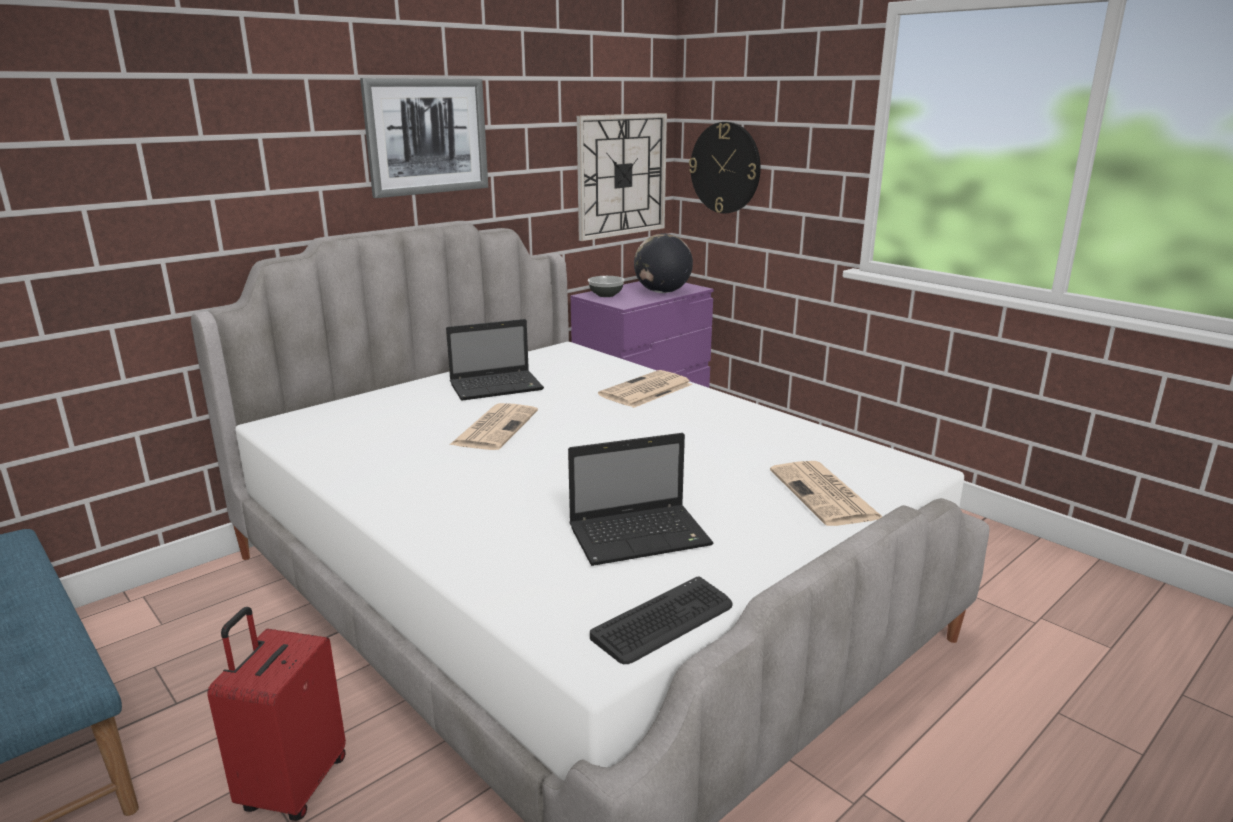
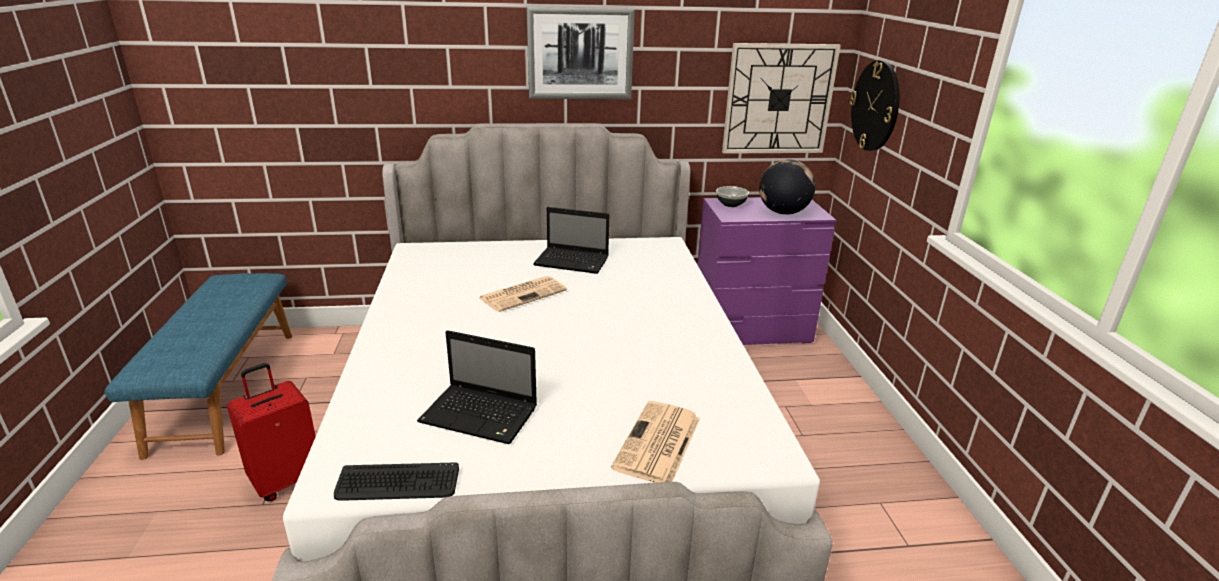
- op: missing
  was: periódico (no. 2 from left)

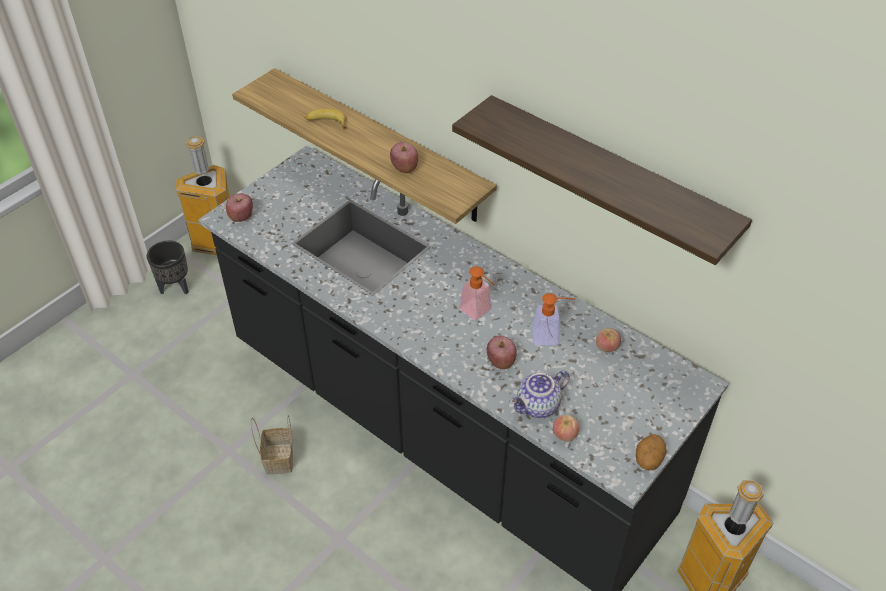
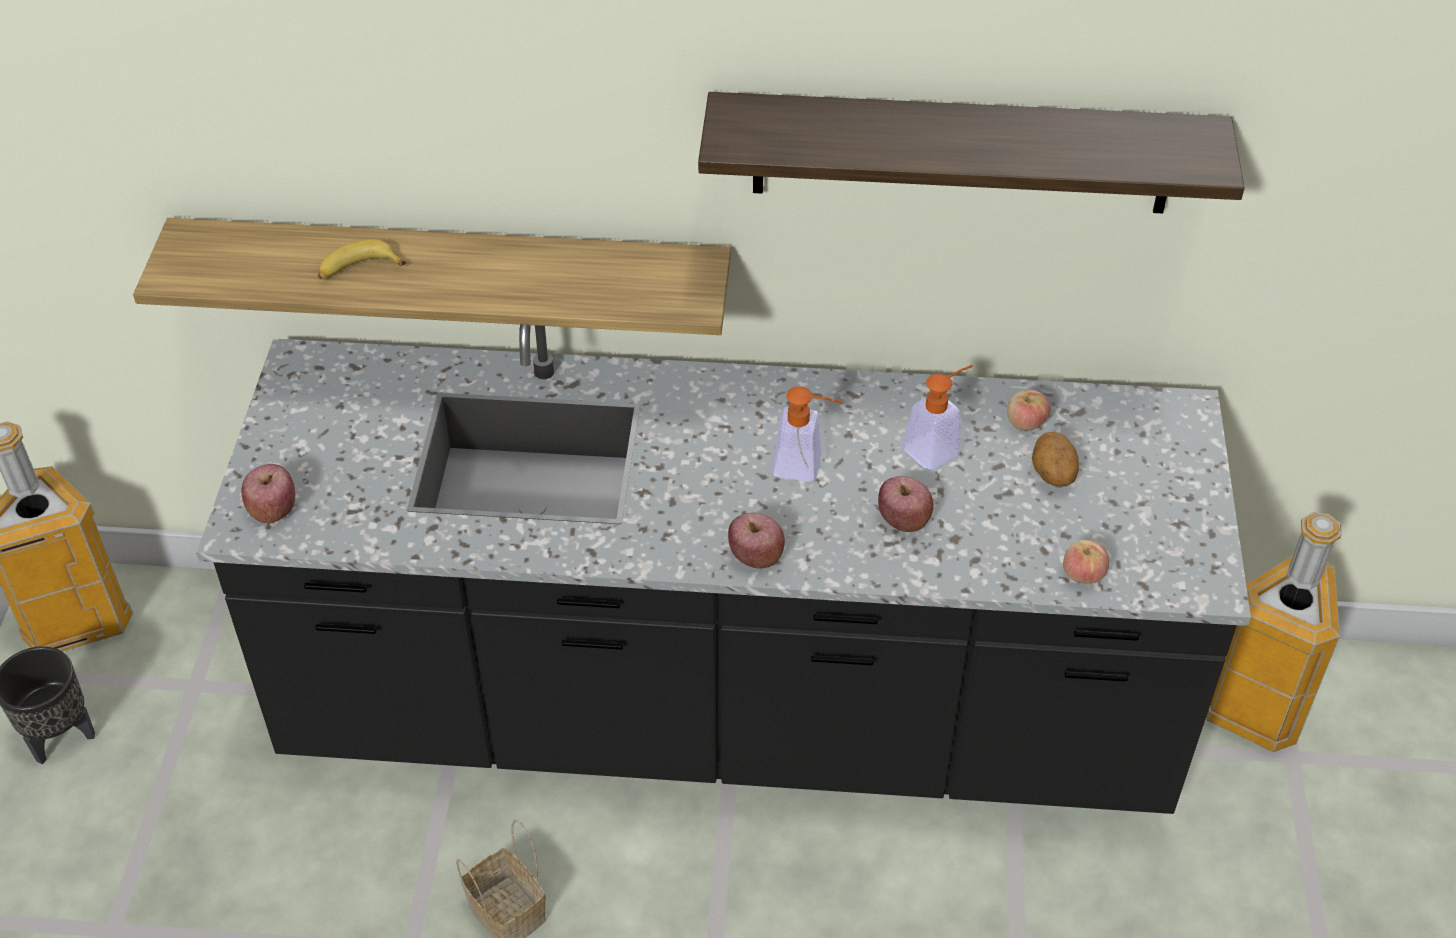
- op: relocated
  was: manzana (no. 2 from left)
- op: missing
  was: tetera
- op: relocated
  was: patata

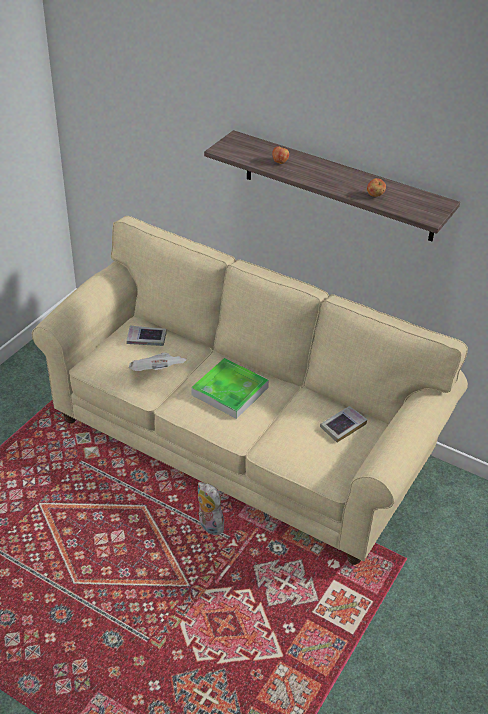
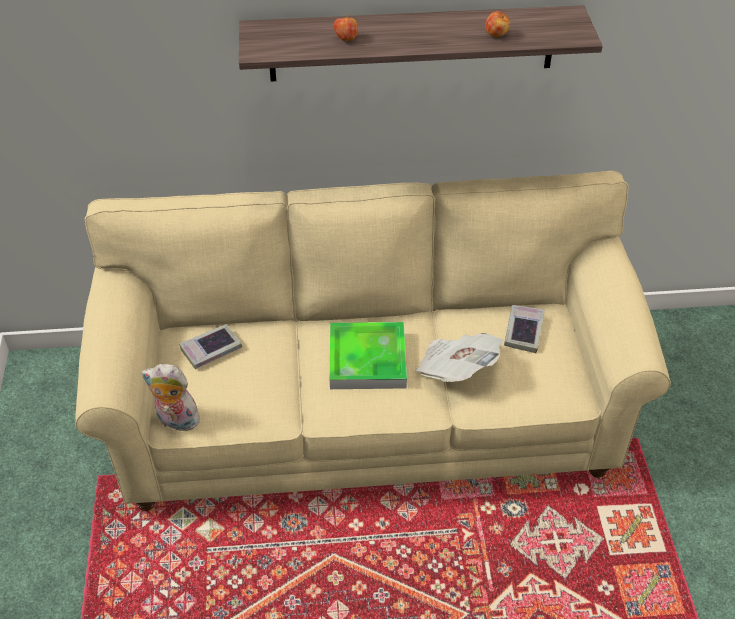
- op: relocated
  was: periódico
- op: relocated
  was: peluche

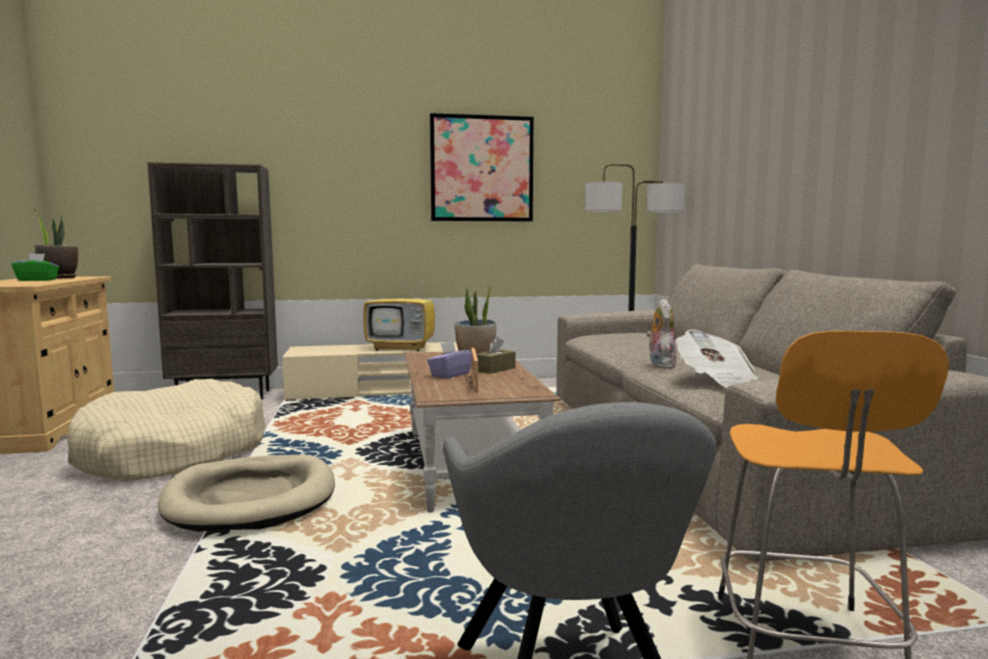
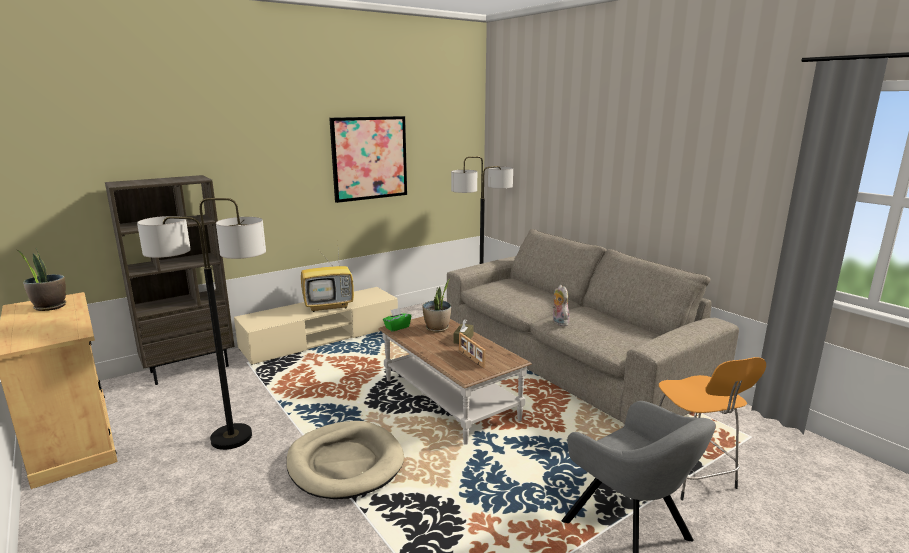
- op: relocated
  was: caja de pañuelos (verde)
- op: exchanged
  was: cama para perro (beis) (no. 1 from left)
  now: lámpara de pie (no. 1 from left)
- op: missing
  was: caja de pañuelos (morado)
- op: missing
  was: periódico

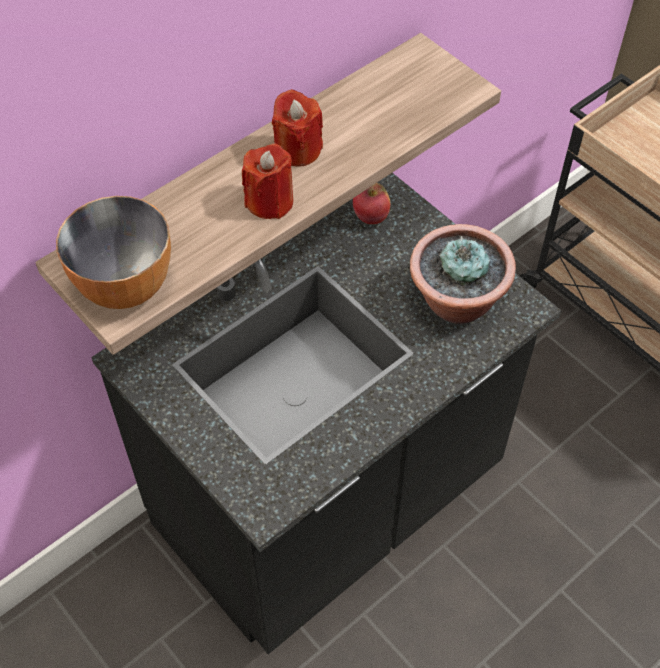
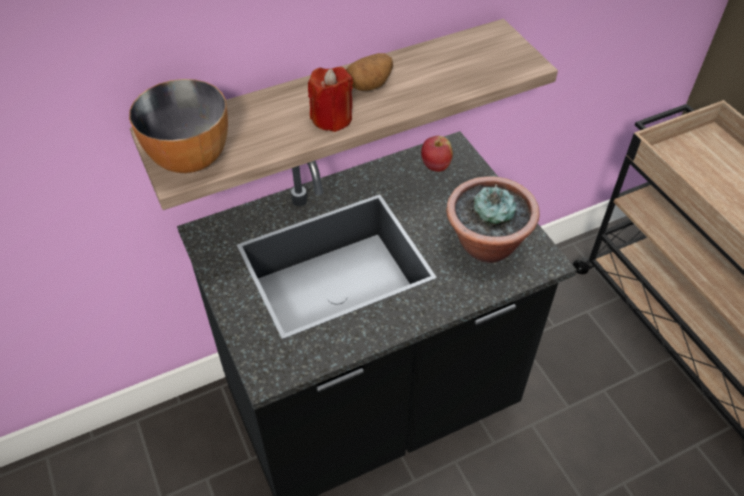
- op: exchanged
  was: vela (rojo) (no. 2 from left)
  now: patata

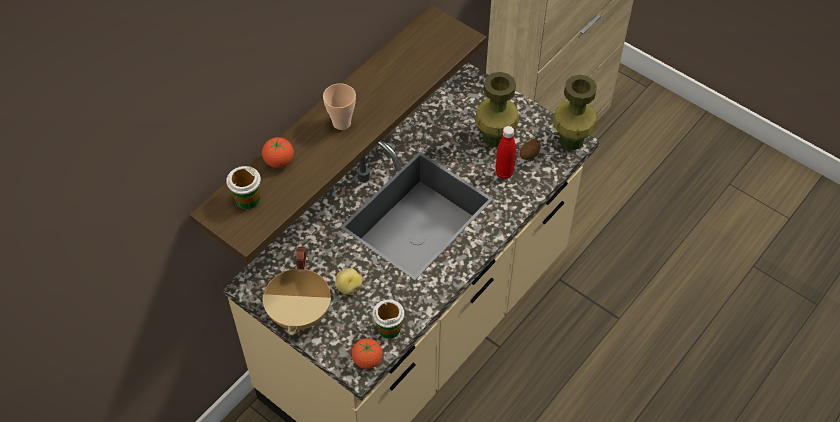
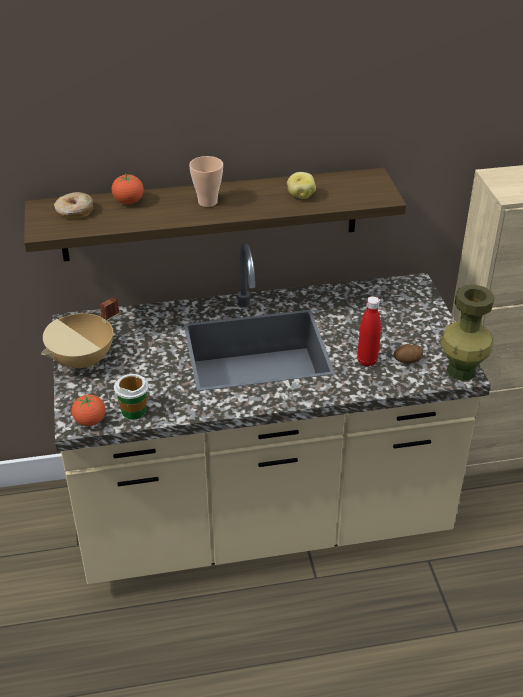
- op: exchanged
  was: taza (no. 1 from left)
  now: rosquilla
- op: relocated
  was: patata (no. 1 from left)
- op: missing
  was: florero (verde) (no. 1 from left)

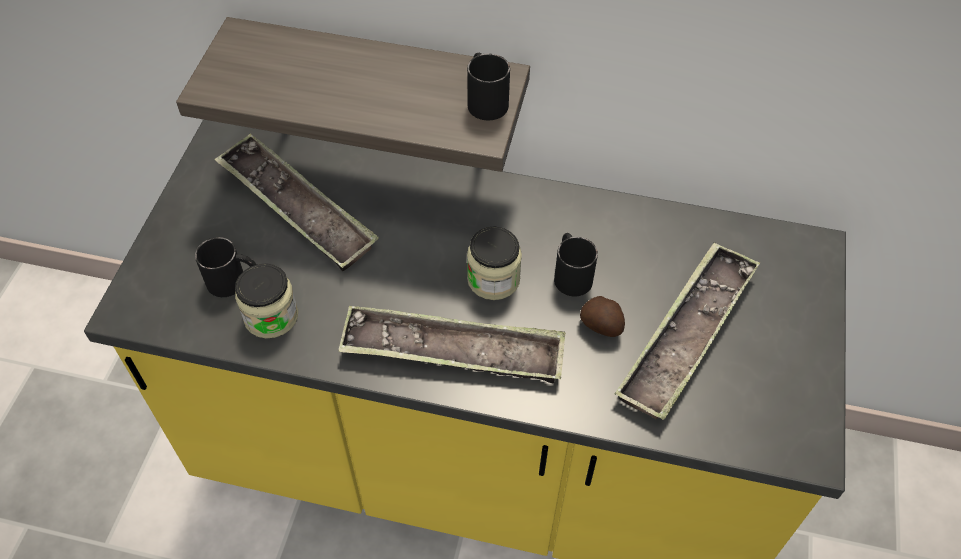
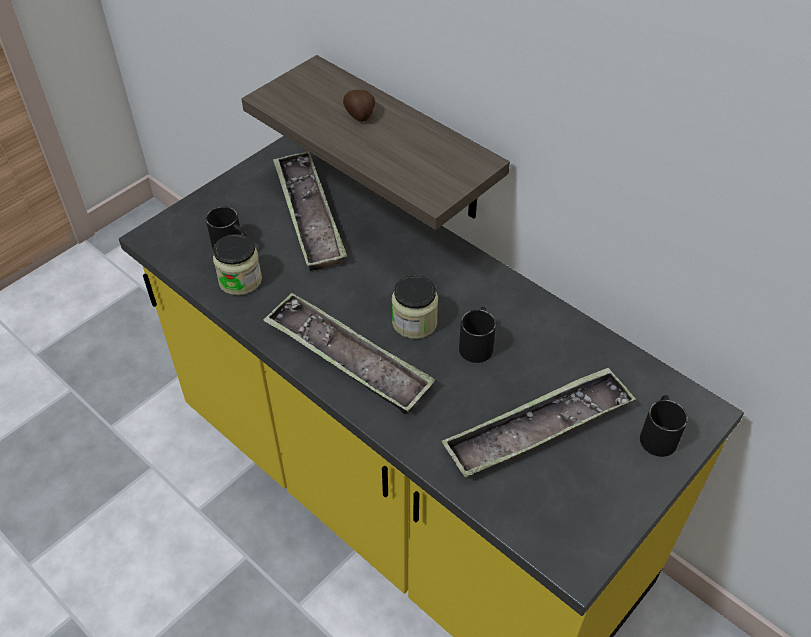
- op: relocated
  was: taza grande (negro) (no. 2 from left in the first image)
  now: taza grande (negro) (no. 3 from left)
- op: relocated
  was: patata

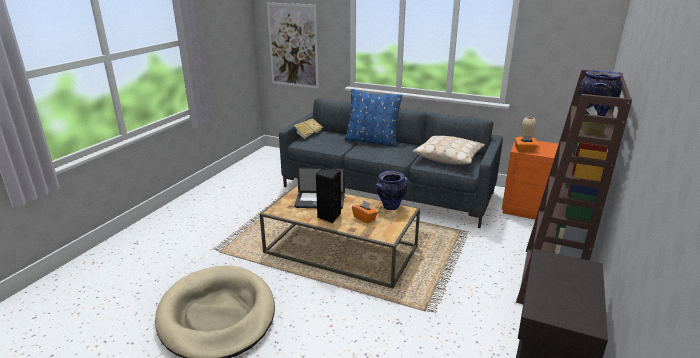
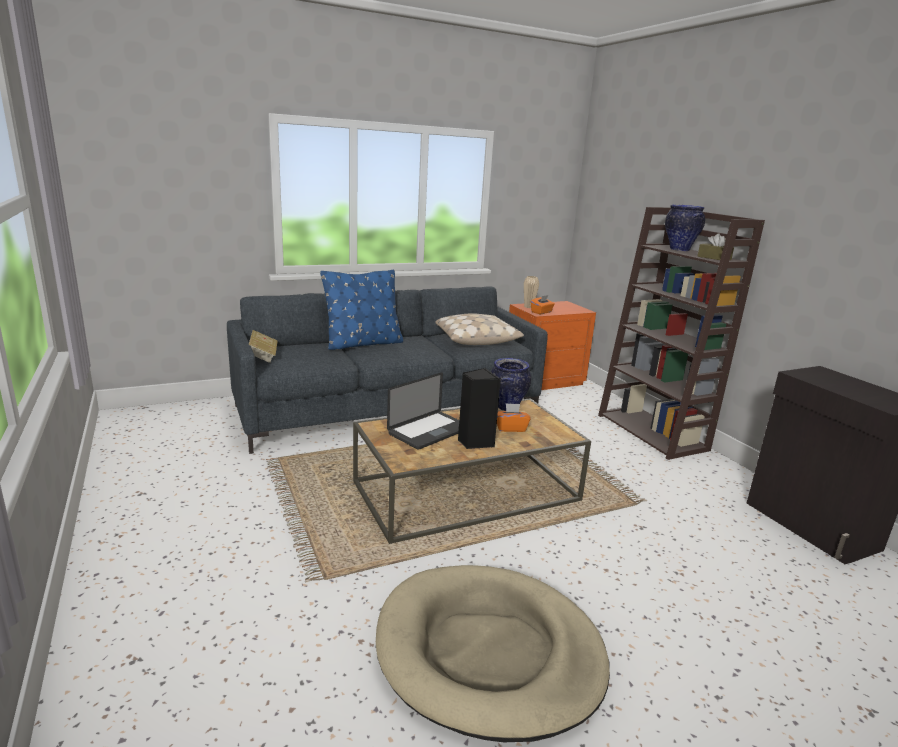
- op: missing
  was: cuadro

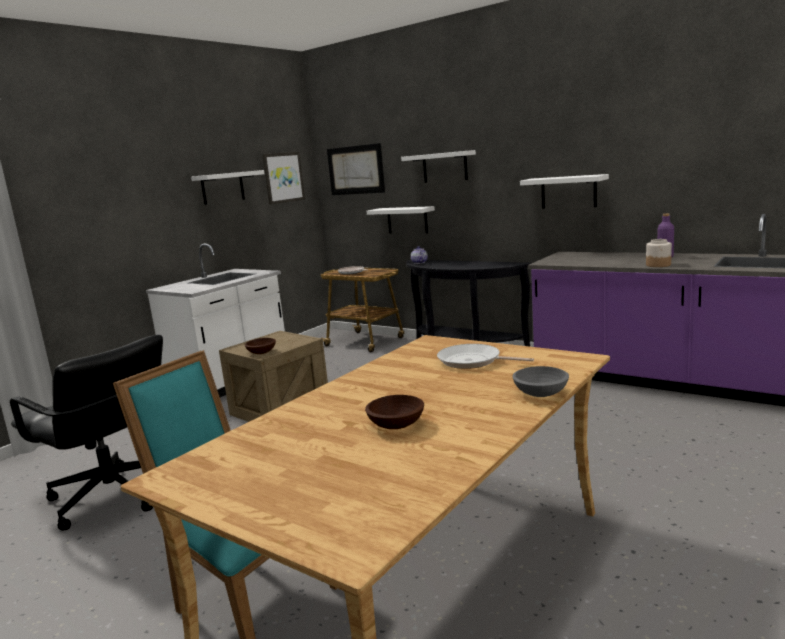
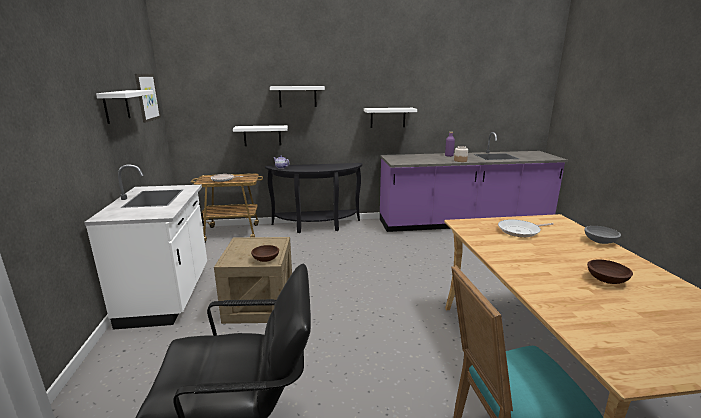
- op: missing
  was: cuadro (no. 2 from left)

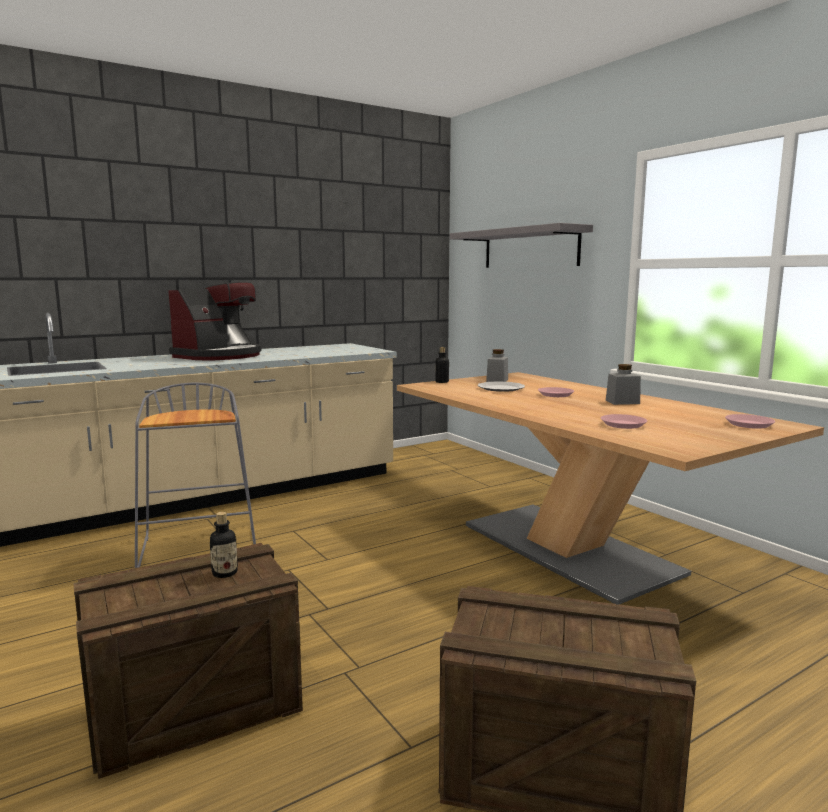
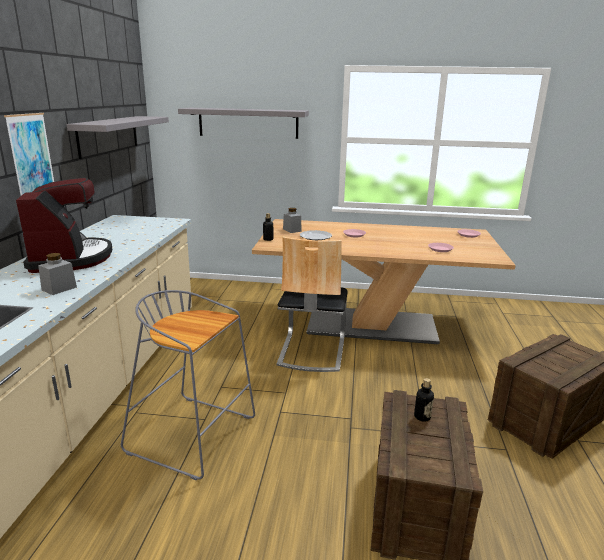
- op: relocated
  was: tarro (gris) (no. 2 from left in the first image)
  now: tarro (gris) (no. 1 from left)
- op: appeared
  now: cuadro
- op: appeared
  now: estante (gris) (no. 1 from left)
- op: appeared
  now: silla

